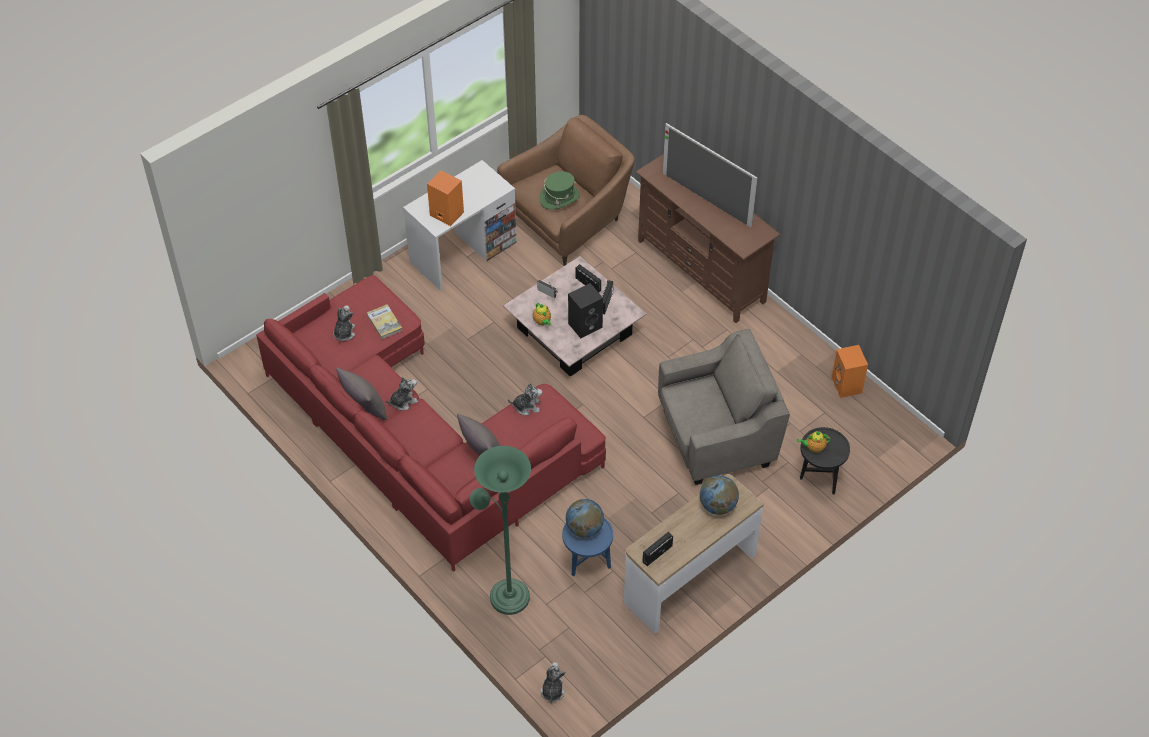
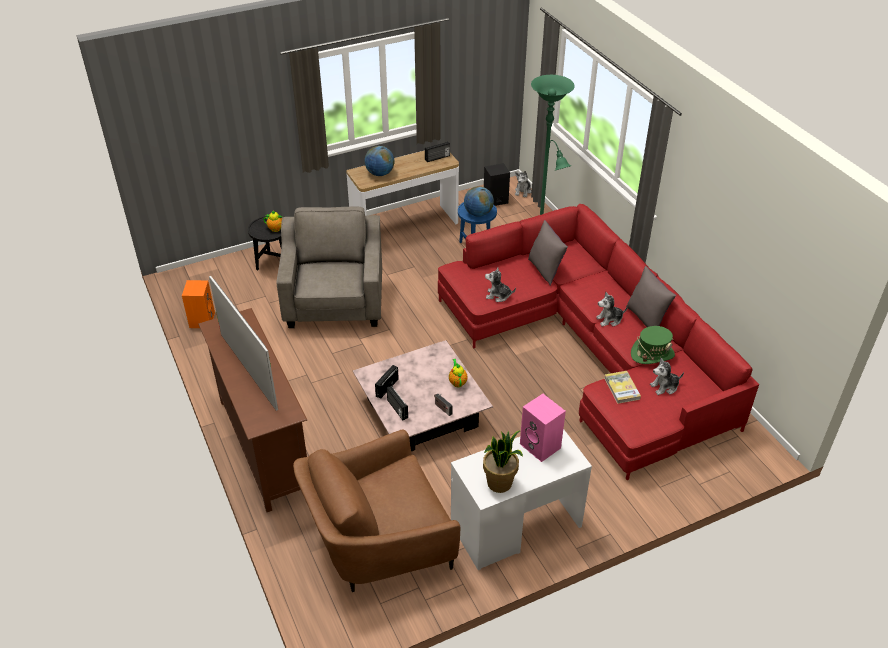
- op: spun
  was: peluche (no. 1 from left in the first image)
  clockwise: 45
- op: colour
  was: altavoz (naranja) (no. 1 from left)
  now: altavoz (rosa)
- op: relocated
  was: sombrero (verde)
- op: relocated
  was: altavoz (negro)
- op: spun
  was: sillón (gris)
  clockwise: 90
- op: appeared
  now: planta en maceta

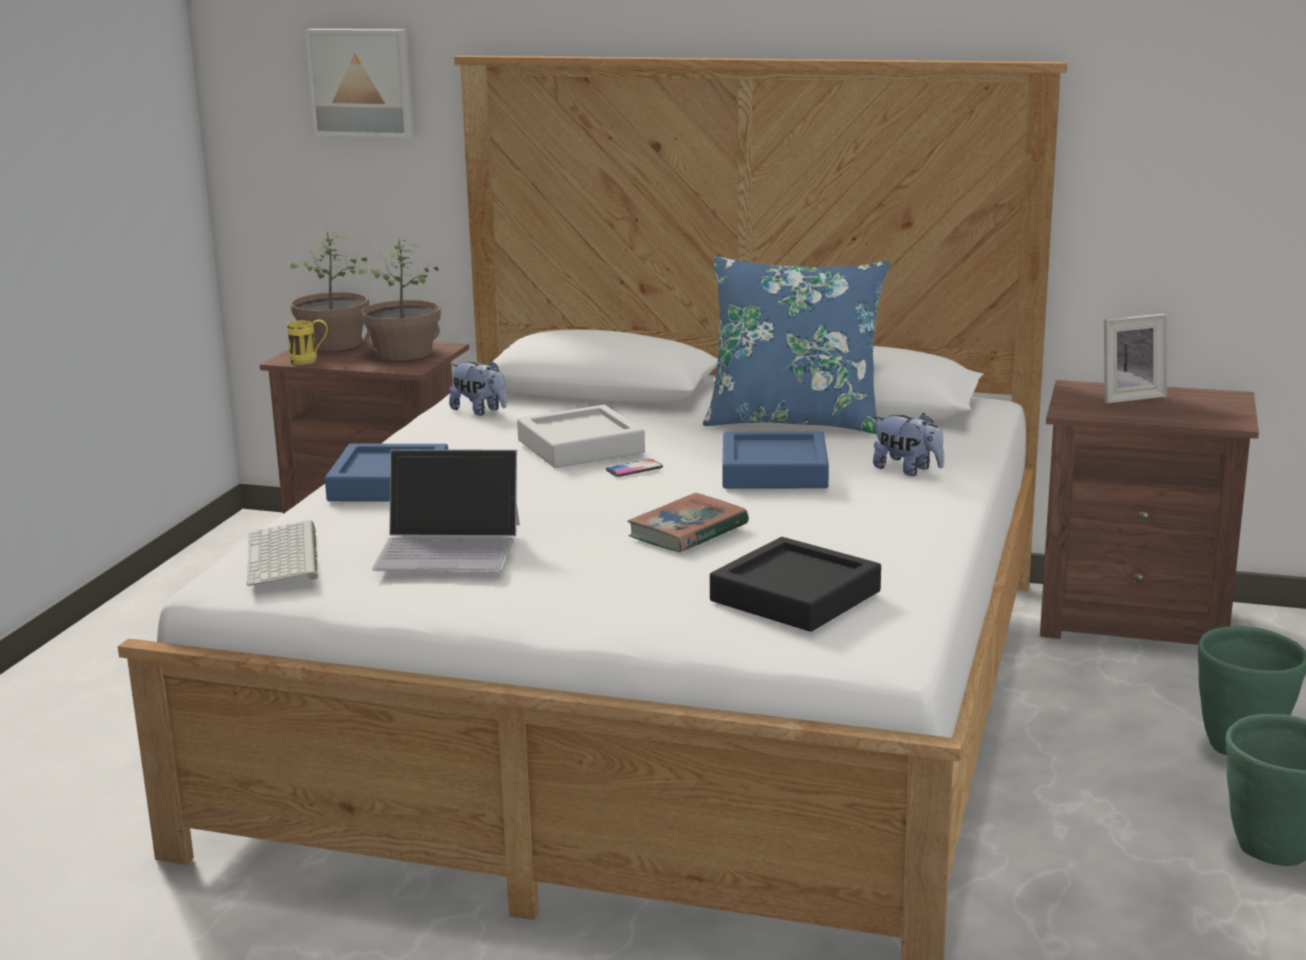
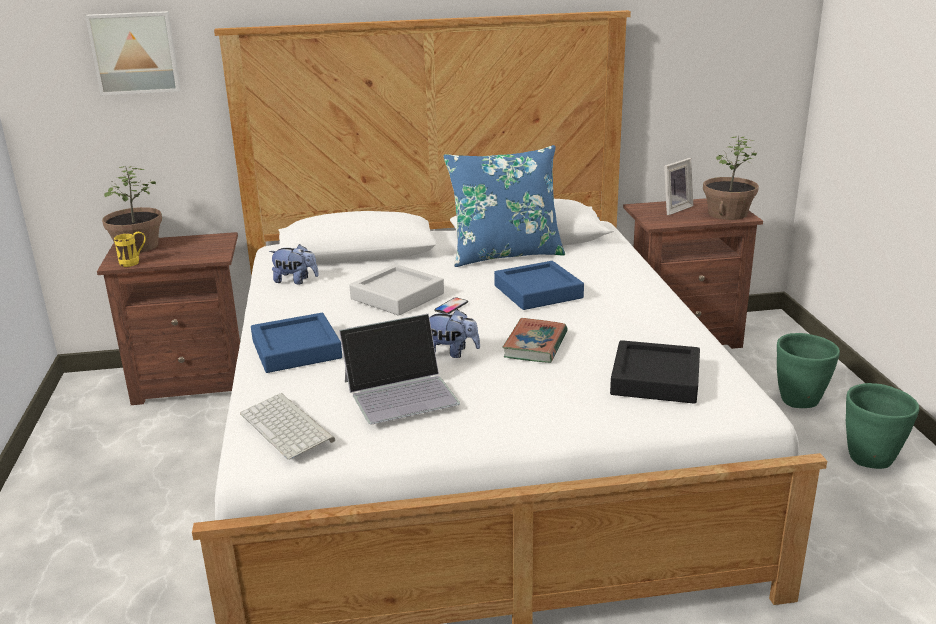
- op: relocated
  was: planta en maceta (no. 2 from left)
- op: relocated
  was: peluche (no. 2 from left)

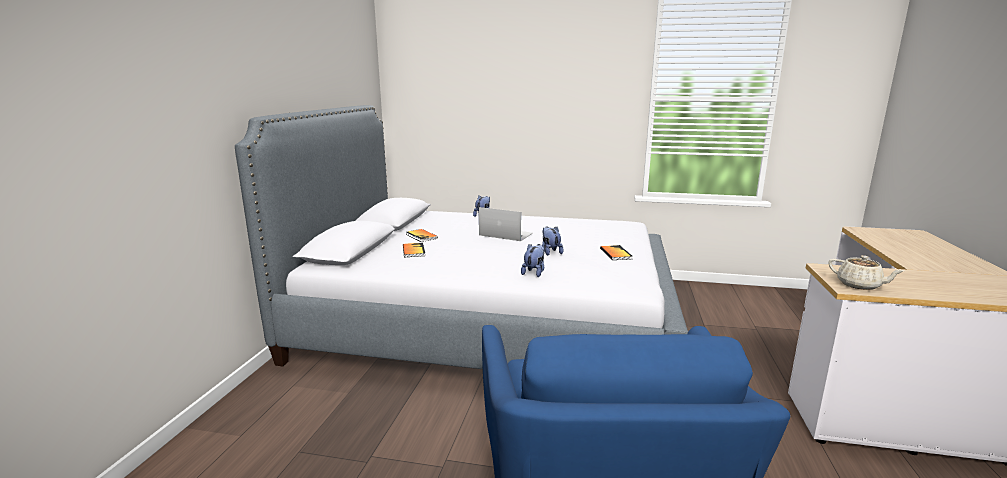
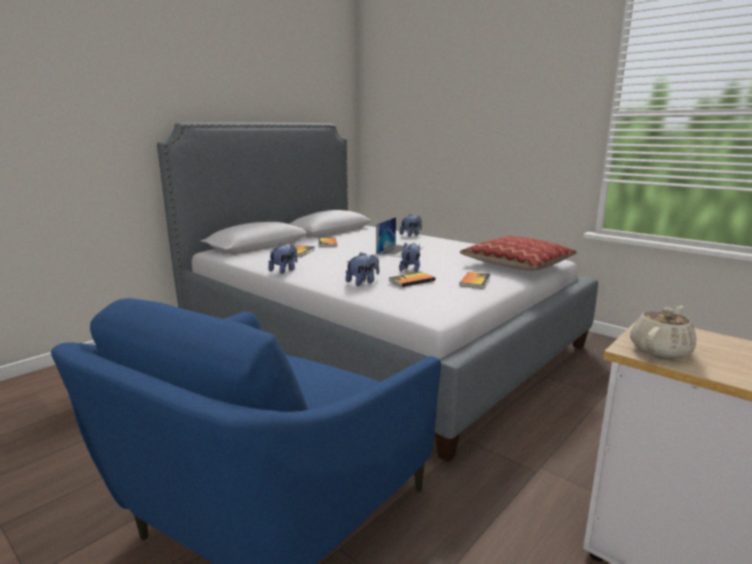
- op: spun
  was: portátil
  clockwise: 60
- op: spun
  was: tetera (beis)
  clockwise: -120
- op: appeared
  now: peluche (no. 1 from left)
- op: appeared
  now: libro (no. 3 from left)
- op: appeared
  now: cojín

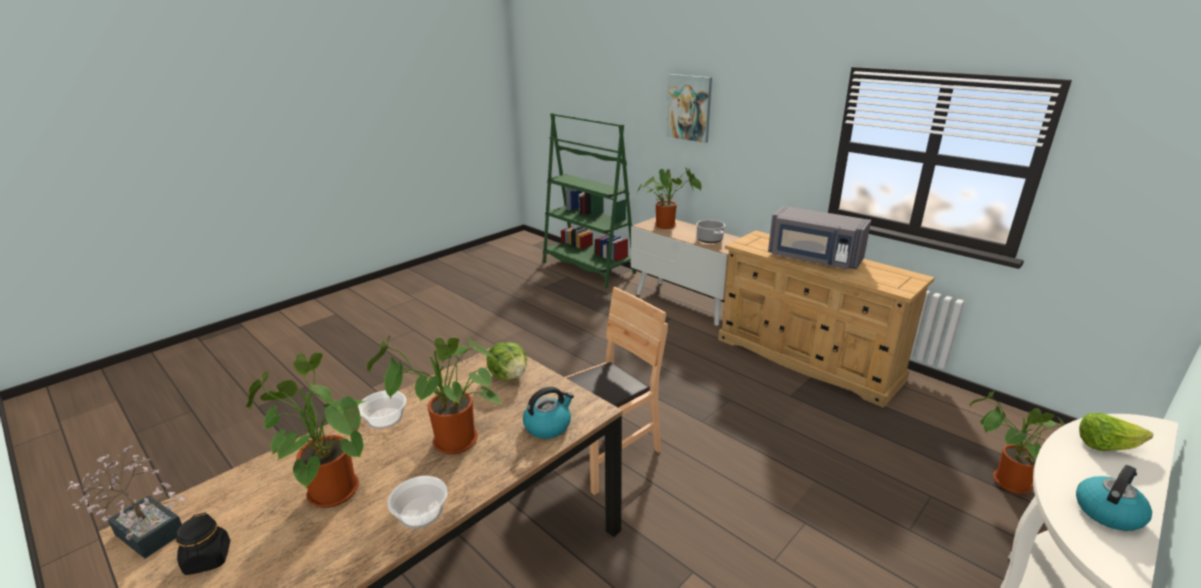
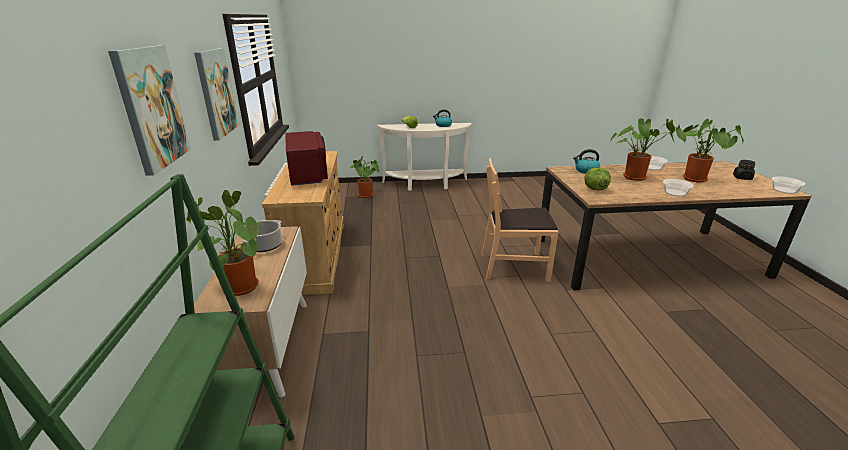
- op: exchanged
  was: planta en maceta (no. 1 from left)
  now: cuenco (no. 3 from left)
- op: colour
  was: microondas (gris)
  now: microondas (rojo)
- op: appeared
  now: cuadro (no. 2 from left)

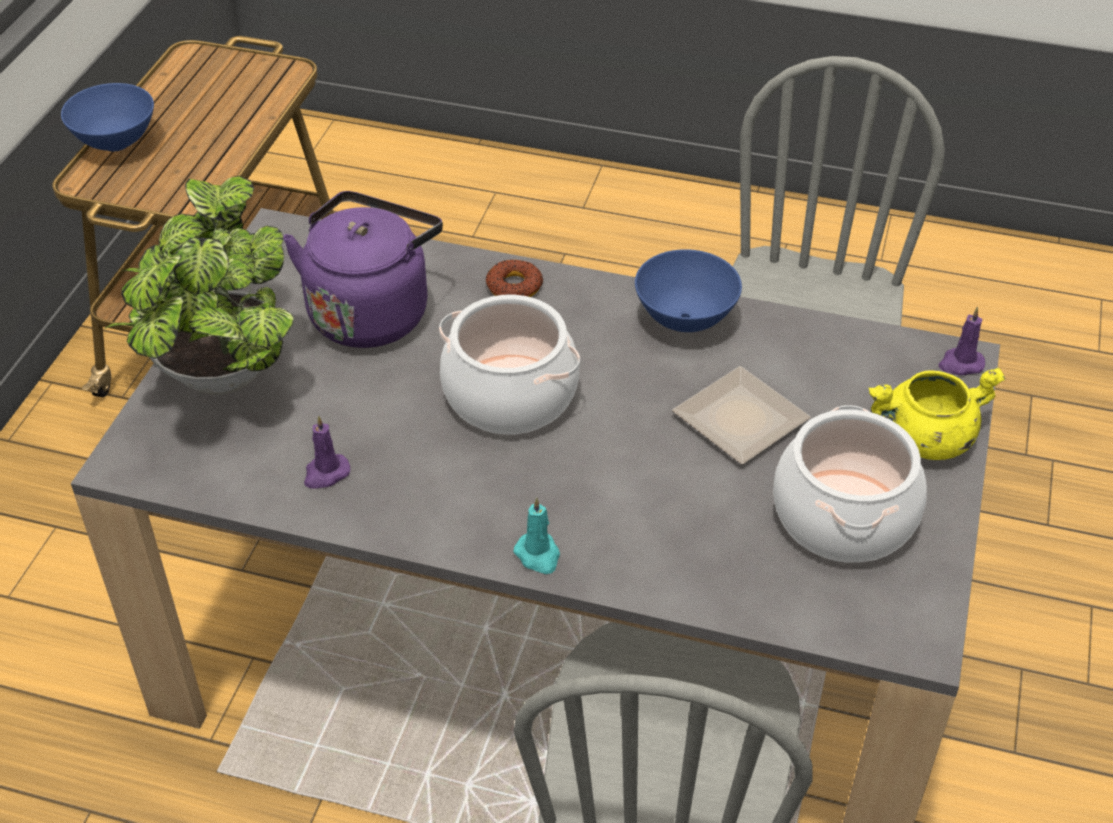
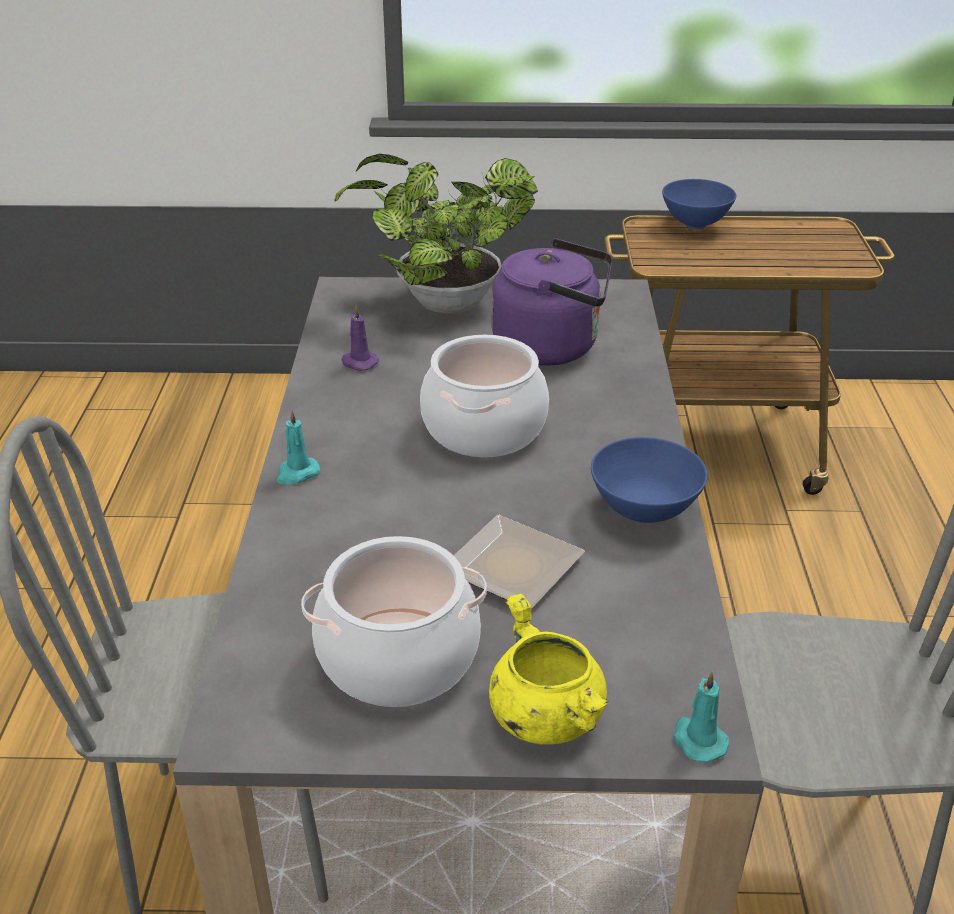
- op: missing
  was: rosquilla
- op: colour
  was: vela (morado) (no. 2 from left)
  now: vela (turquesa) (no. 2 from left)

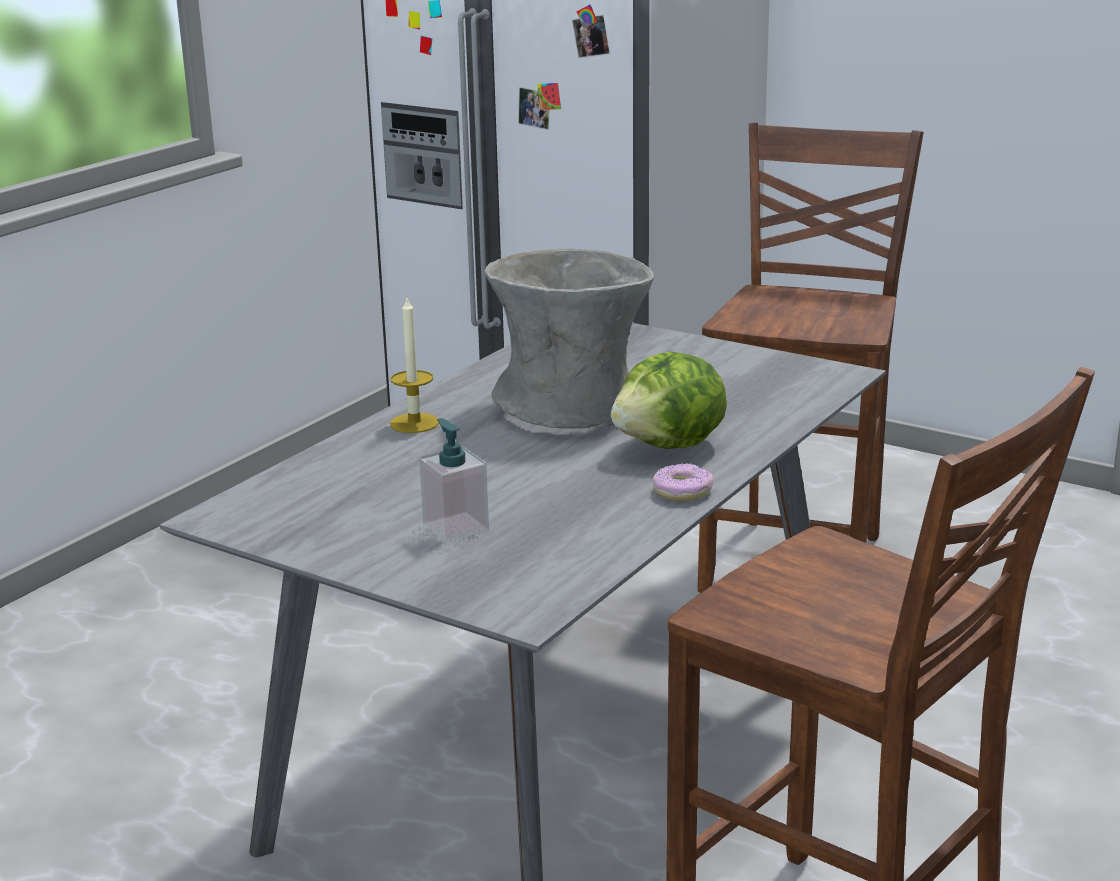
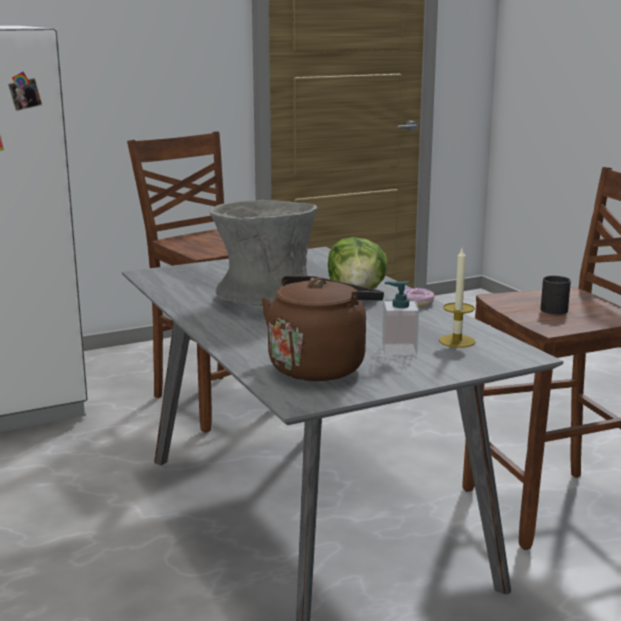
- op: relocated
  was: vela
- op: appeared
  now: hervidor (marrón)
- op: appeared
  now: taza grande (negro)

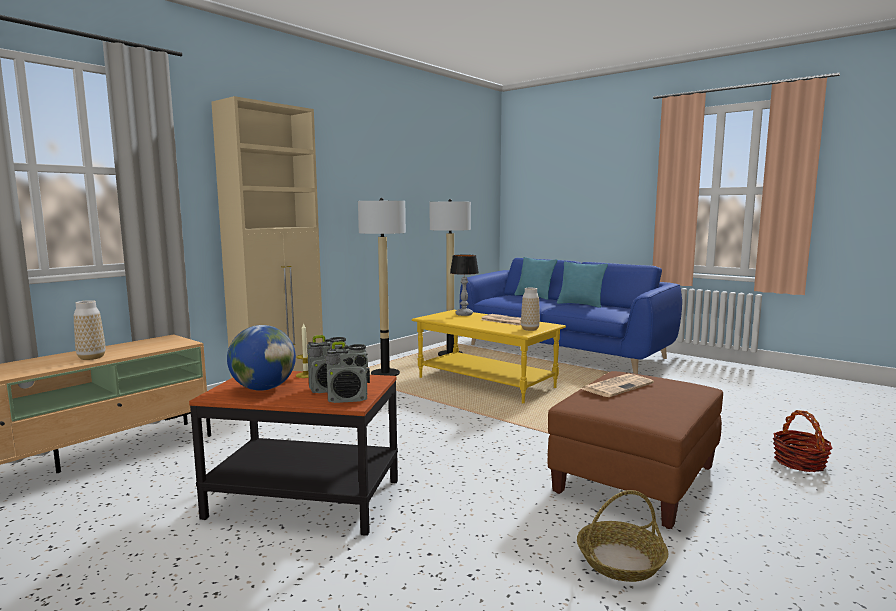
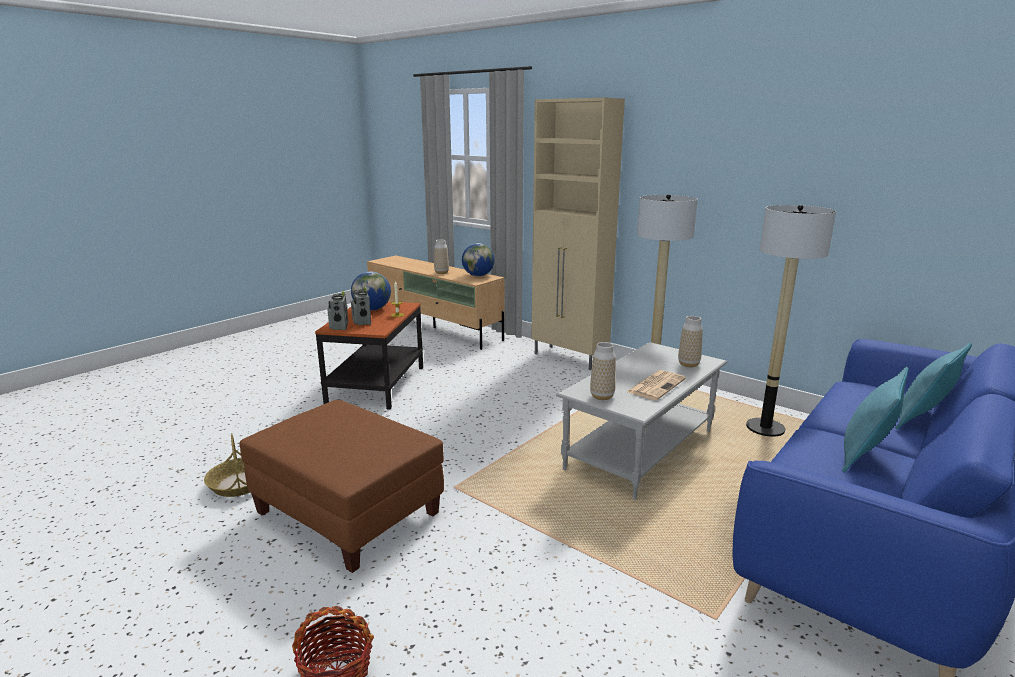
- op: colour
  was: mesa de centro (amarillo)
  now: mesa de centro (gris)
- op: exchanged
  was: lámpara de mesa
  now: florero (no. 3 from left)
- op: missing
  was: periódico (no. 2 from left)
- op: appeared
  now: globo terráqueo (no. 2 from left)

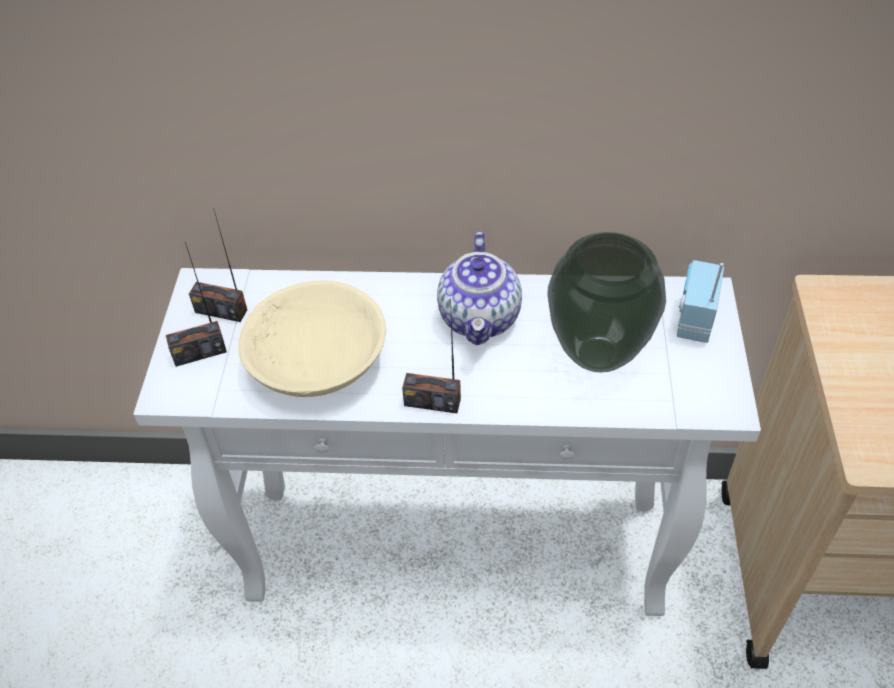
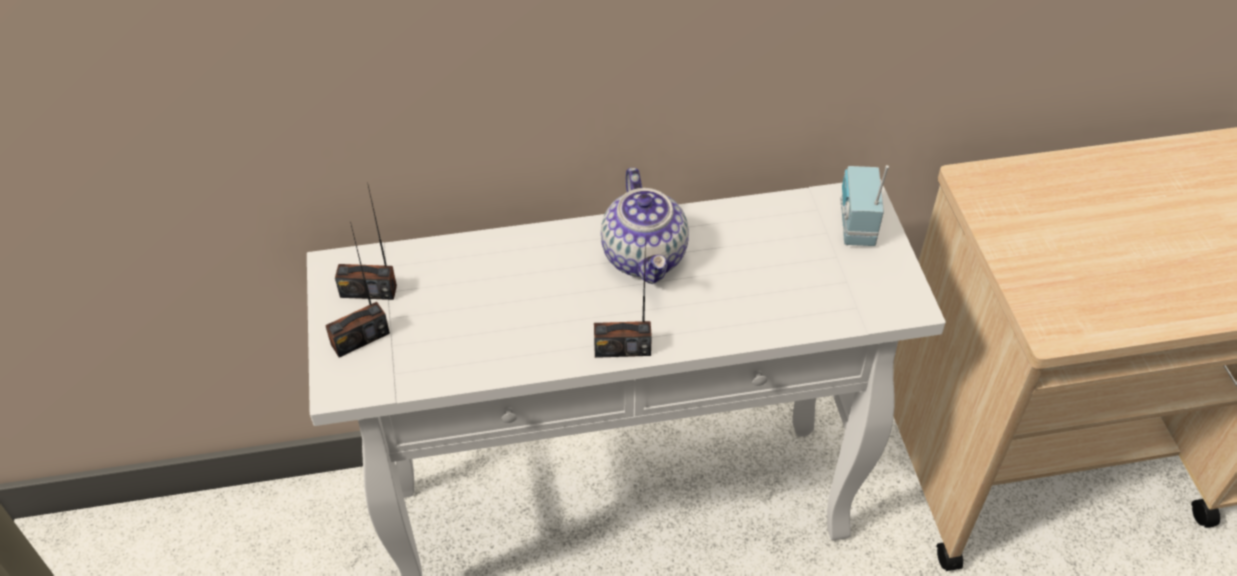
- op: missing
  was: cuenco (beis)
- op: missing
  was: florero

